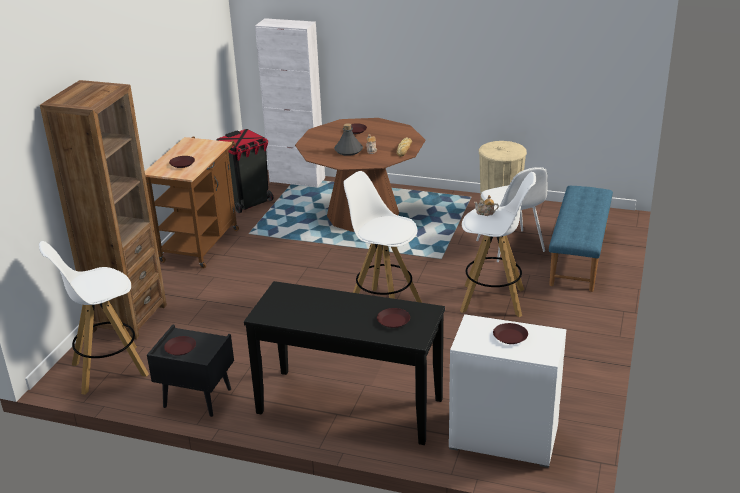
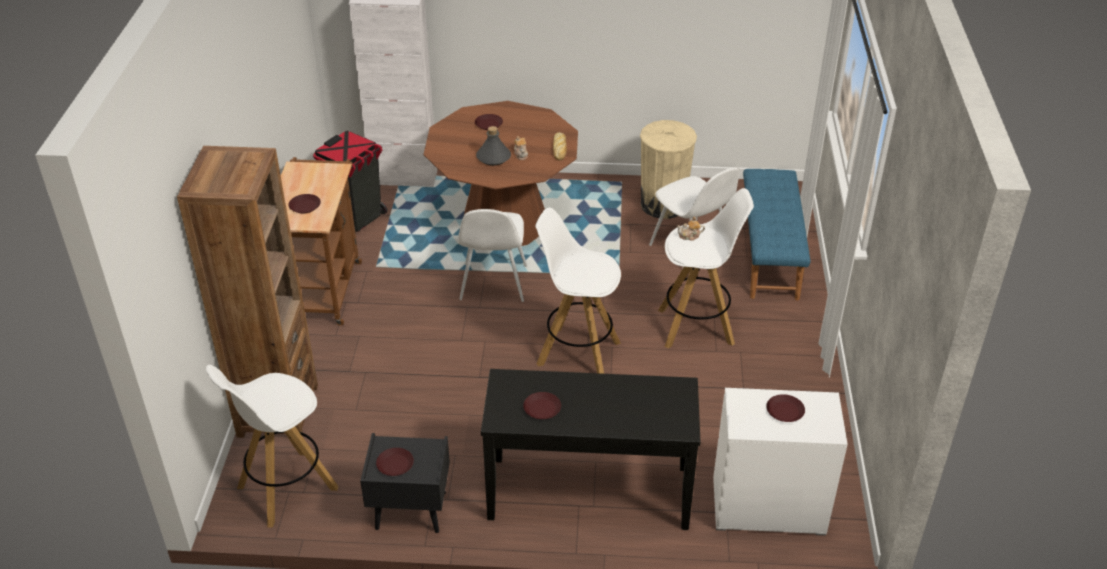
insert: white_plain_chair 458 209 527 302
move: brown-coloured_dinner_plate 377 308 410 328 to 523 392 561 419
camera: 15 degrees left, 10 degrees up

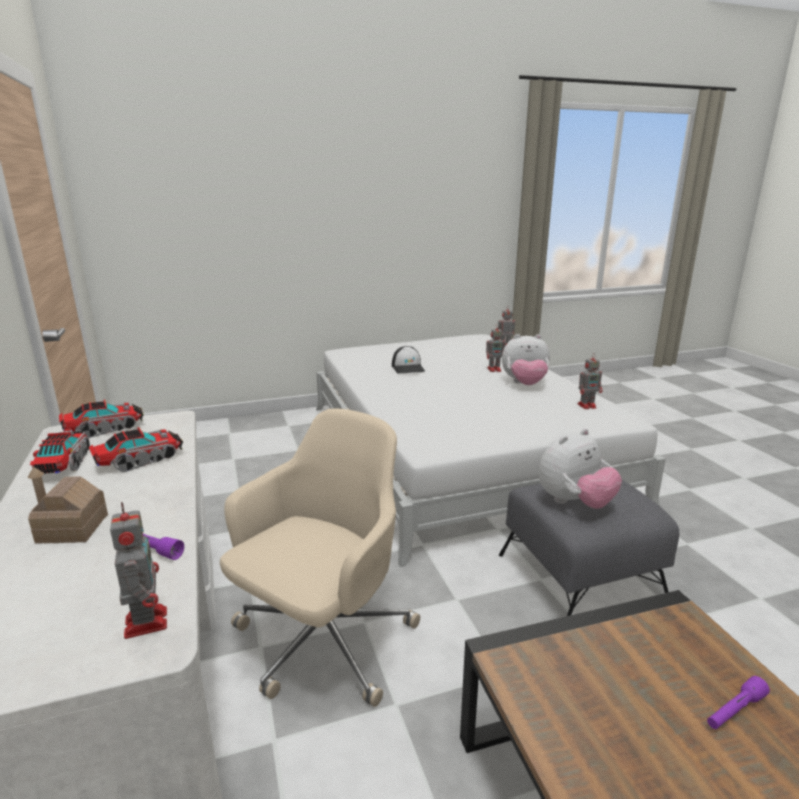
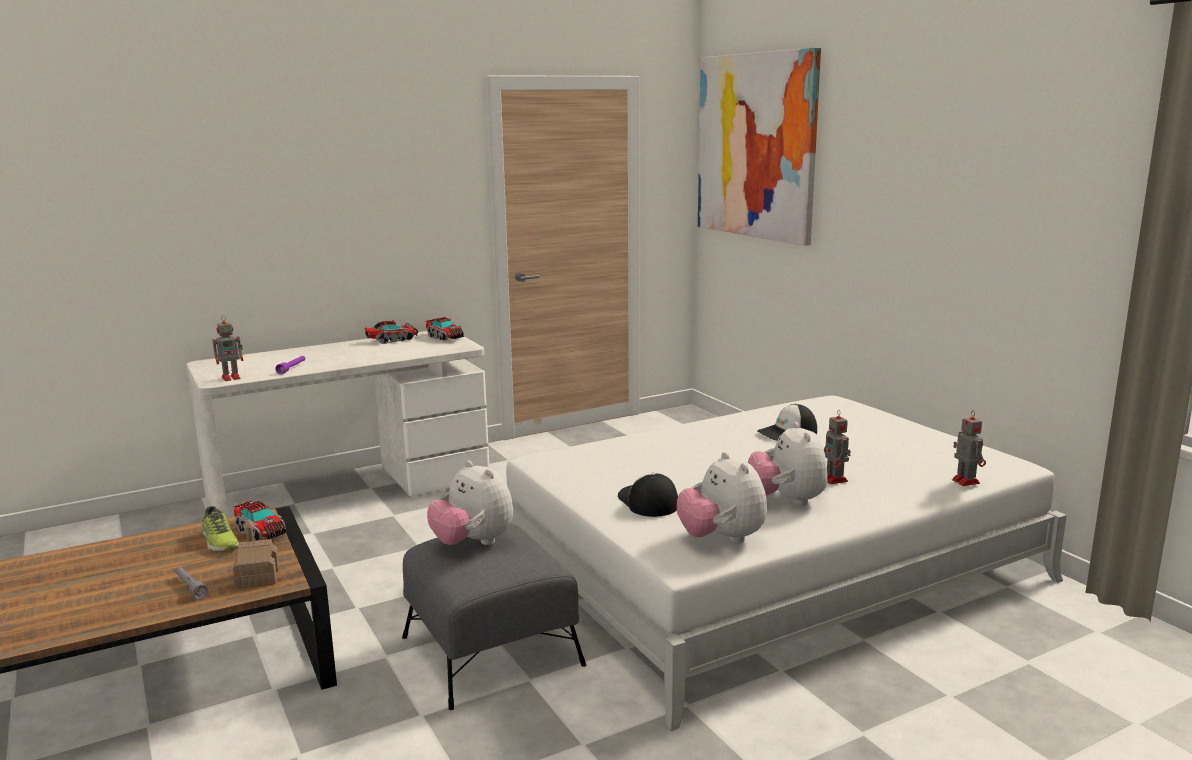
delete: beige-coloured_office_chair 220 409 420 707
insert: shoe 202 506 239 551; cap 618 473 678 517; wall_art 698 48 821 246
move: model_house 28 467 108 544 to 233 520 279 589; toy_truck 89 427 183 472 to 234 500 287 541
replace: toy_robot 577 353 602 409 to soft_toy 677 452 767 543
recolor: purple_hand_torch 707 676 770 729 to greyish_hand_torch 175 567 208 599
camera: 80 degrees right, 5 degrees down

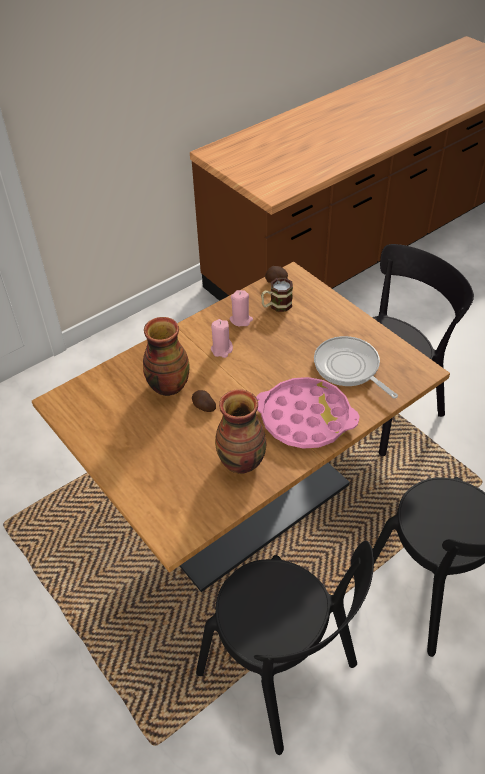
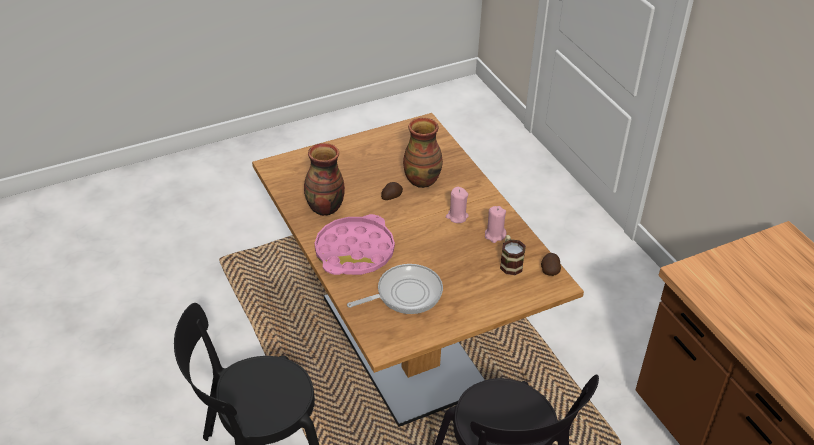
delete: black_plain_chair 196 541 374 755
camera: 100 degrees right, 5 degrees down

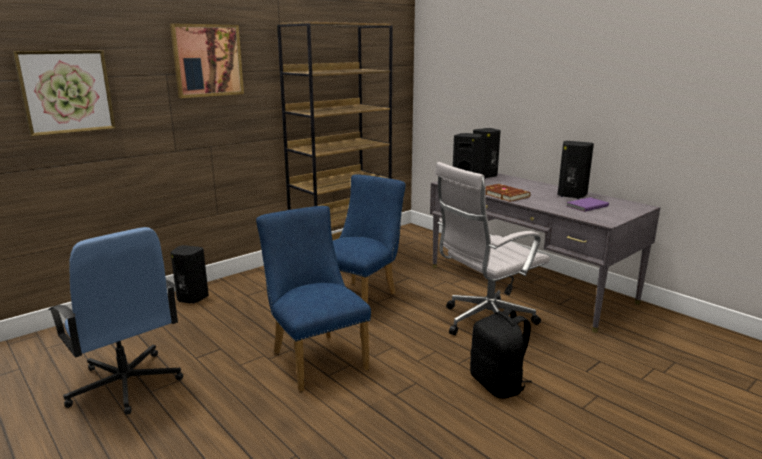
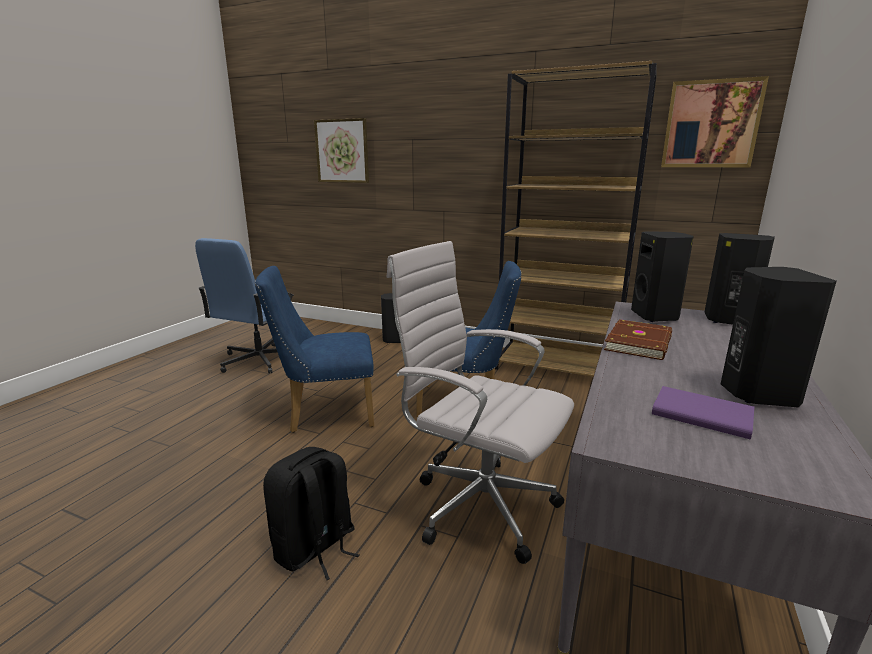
move: wall_art 170 23 244 98 to 661 76 769 167
rotate: blue-coloured_plain_chair 256 206 371 392 = 255 266 374 433 135 degrees counterclockwise
camera: 65 degrees right, 0 degrees up

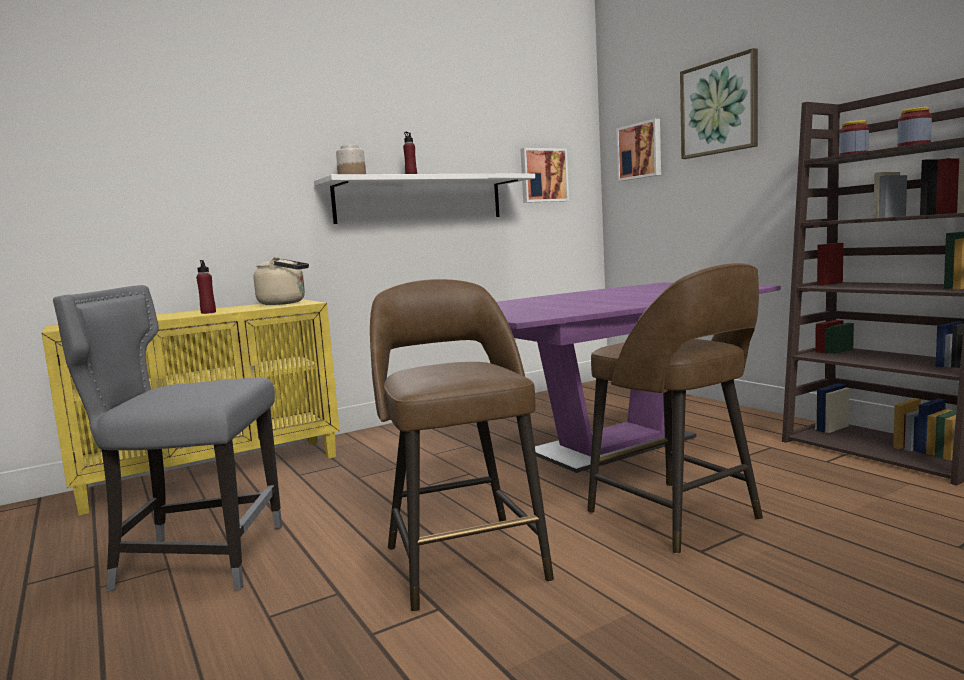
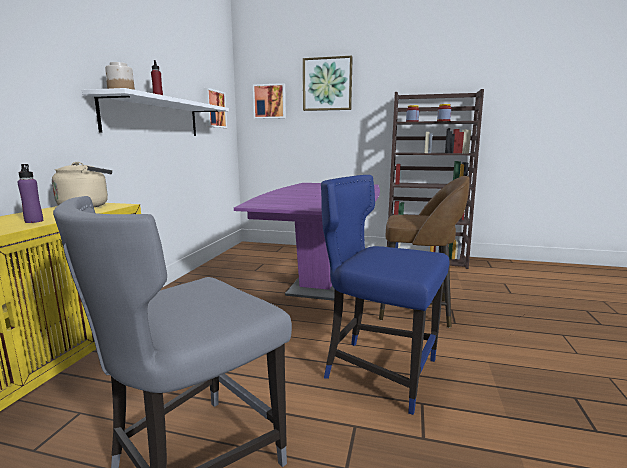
replace: brown-coloured_sitting_stool 370 279 554 612 to blue-coloured_plain_chair 321 175 449 415
recolor: reddish_beverage_bottle 196 260 216 314 to purple_beverage_bottle 18 164 43 223
camera: 45 degrees left, 5 degrees up

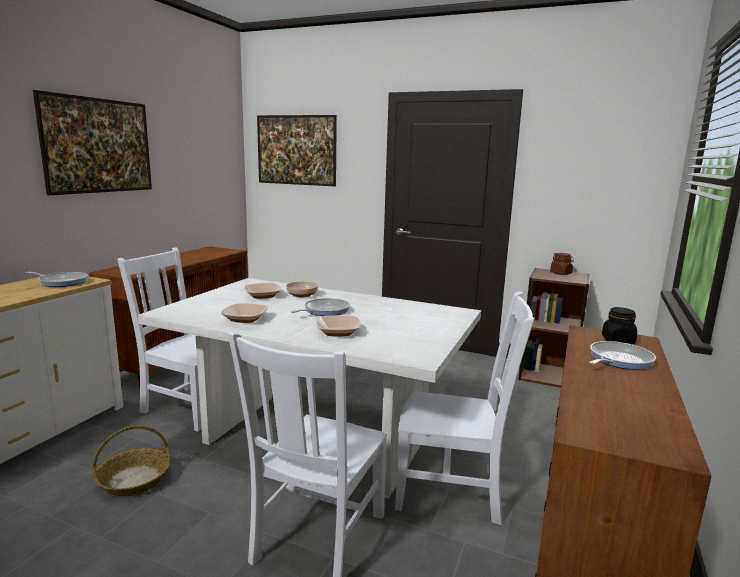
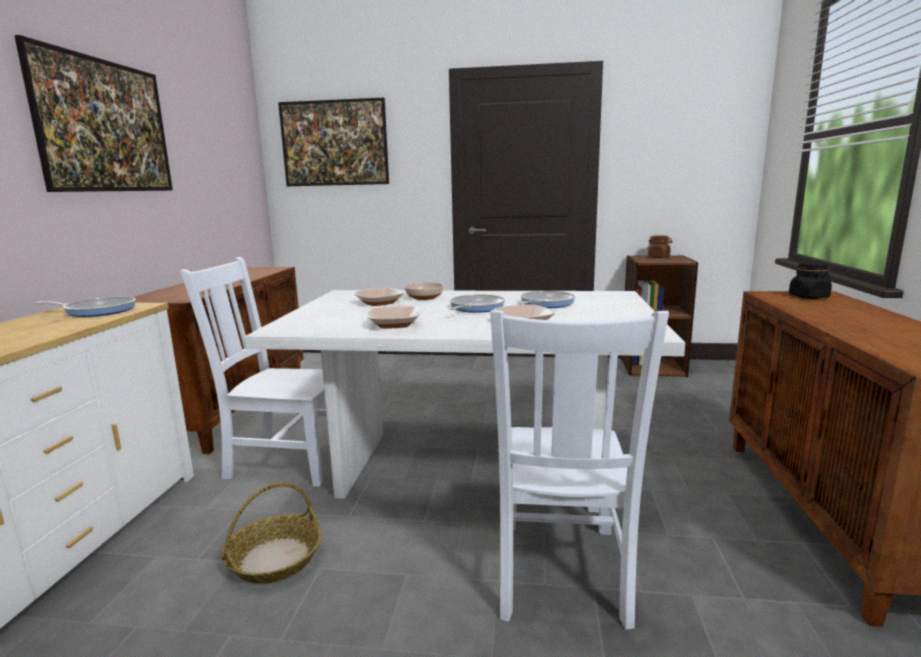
delete: white_plain_chair 395 291 535 525
move: pan 589 341 656 370 to 518 291 575 308
camera: 15 degrees left, 0 degrees up

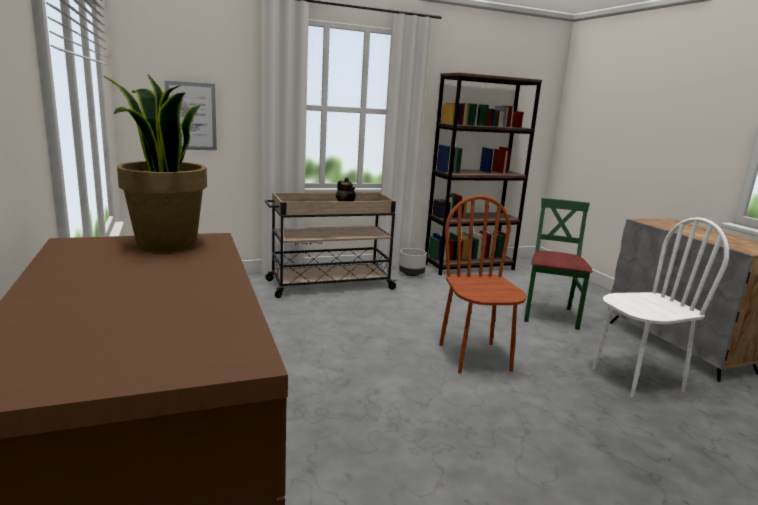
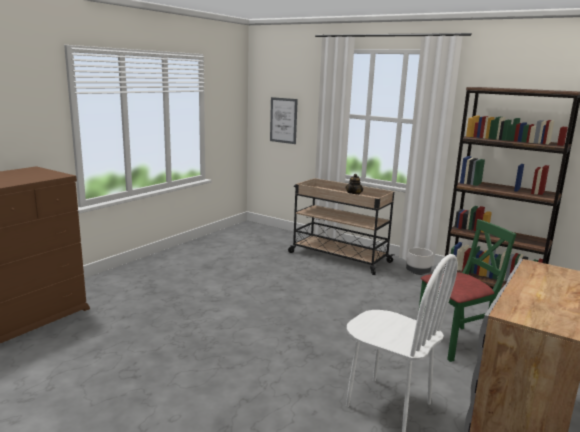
delete: plant_in_a_pot 104 75 207 252; brown-coloured_plain_chair 439 195 526 373
camera: 55 degrees right, 0 degrees up

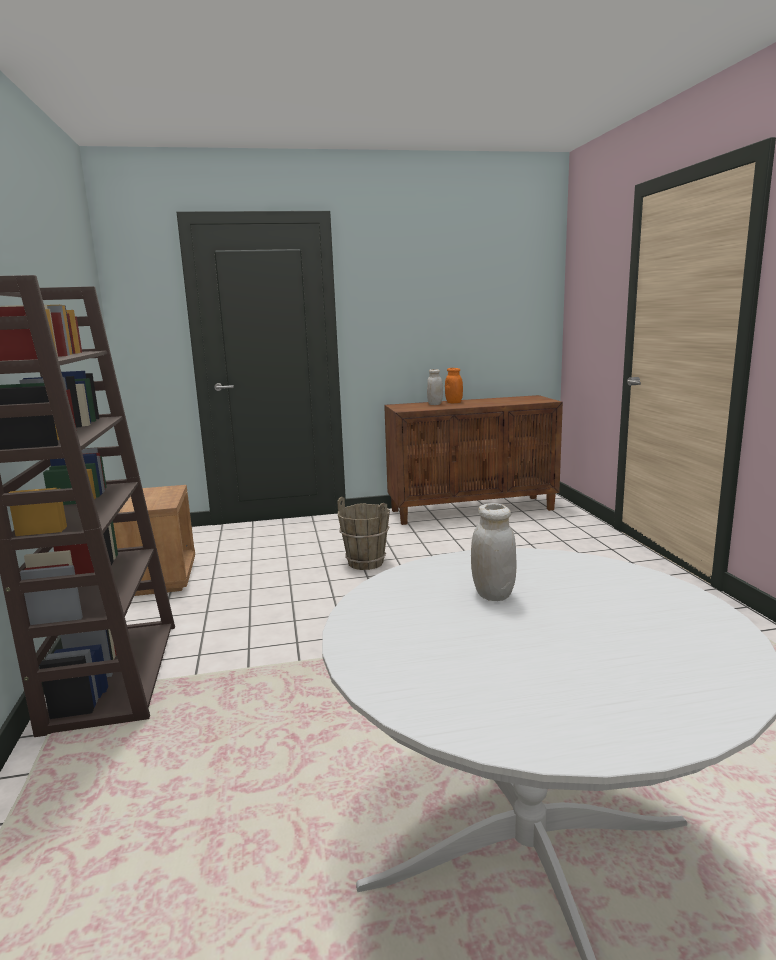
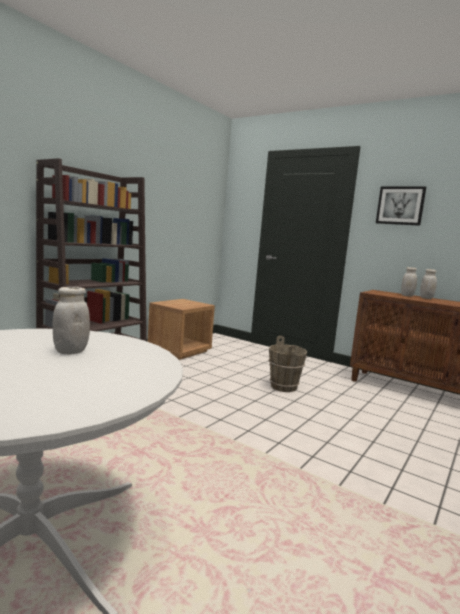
insert: wall_art 376 187 426 226
recolor: orange-coloured_jar 445 368 463 403 to white_jar 420 269 437 299
camera: 45 degrees right, 5 degrees down

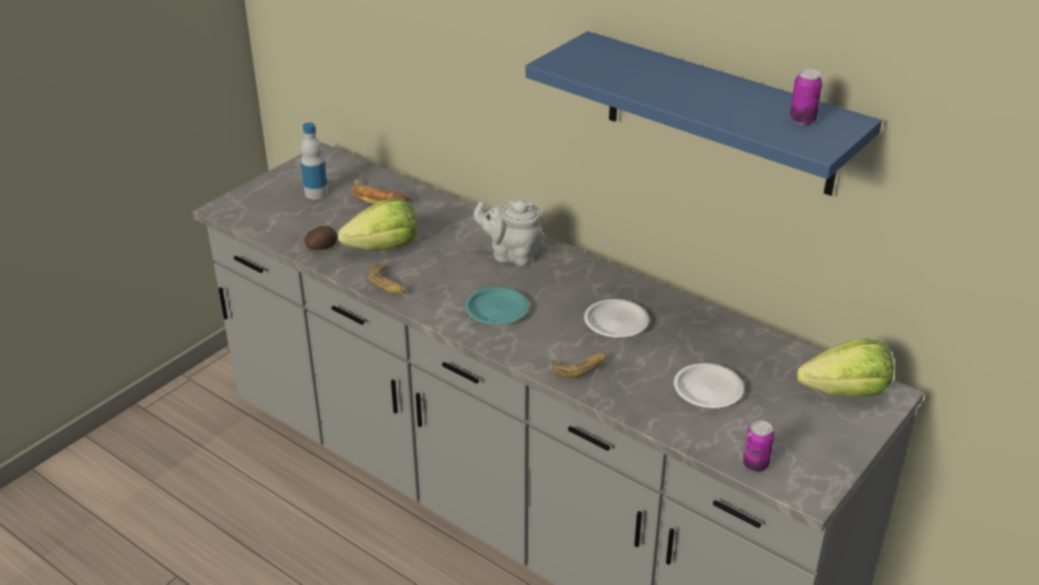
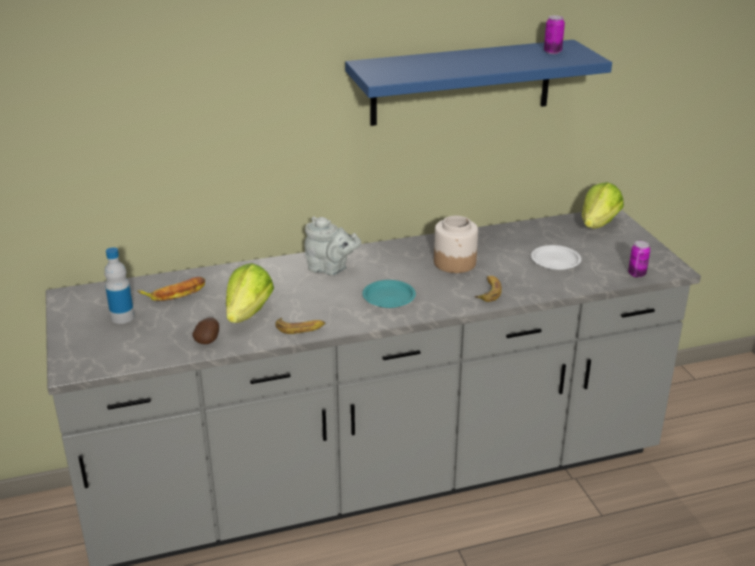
replace: white_dinner_plate 584 299 649 337 to jar 434 216 478 273
rotate: greyish_tea_pot 473 200 543 266 = 304 217 361 275 120 degrees counterclockwise
camera: 55 degrees left, 5 degrees down

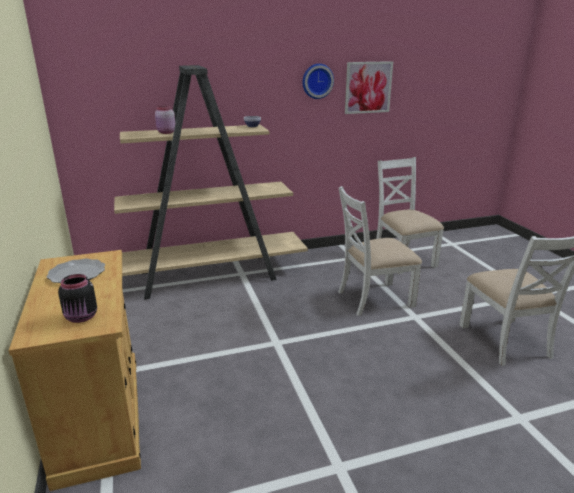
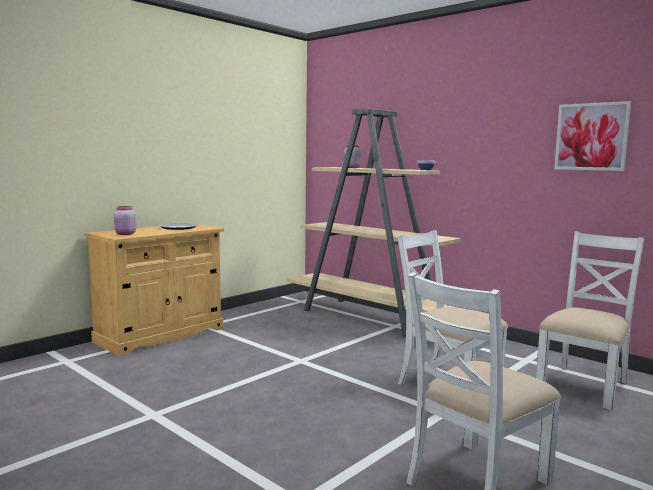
delete: wall_clock 302 64 334 99
recolor: black_jar 58 274 97 323 to pinkish_jar 114 206 136 235
camera: 60 degrees right, 15 degrees down

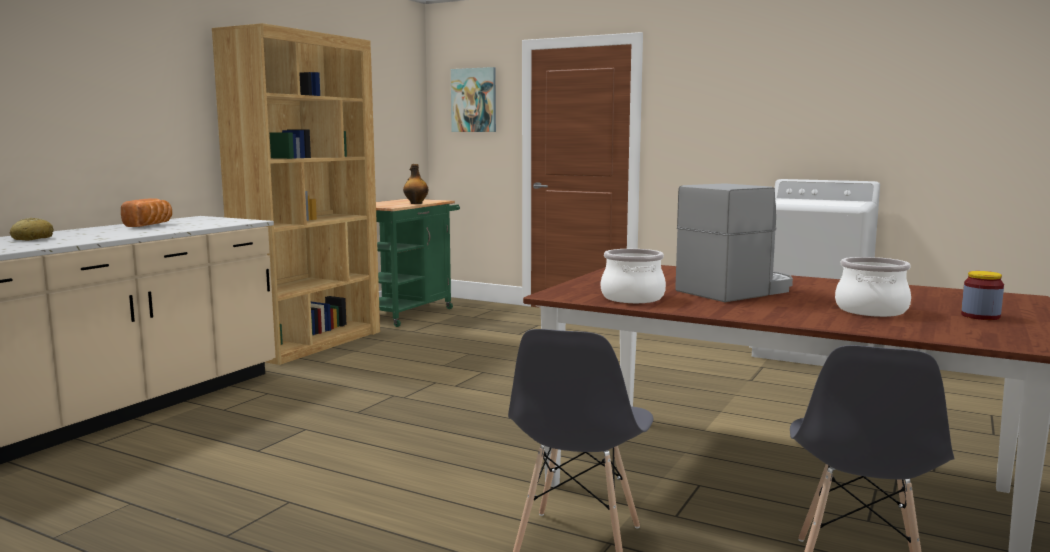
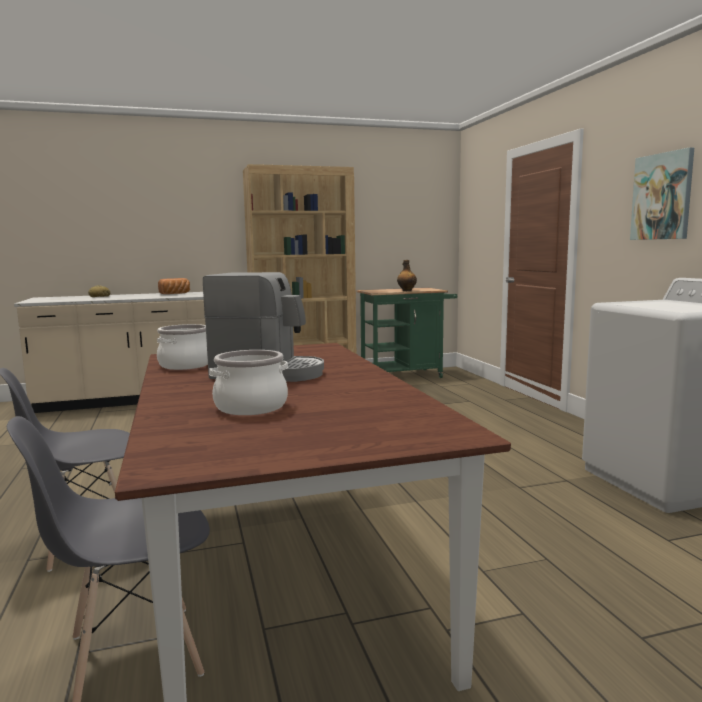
delete: jar 961 271 1004 320
move: wall_art 451 67 496 132 to 630 147 694 240
camera: 45 degrees right, 0 degrees up

